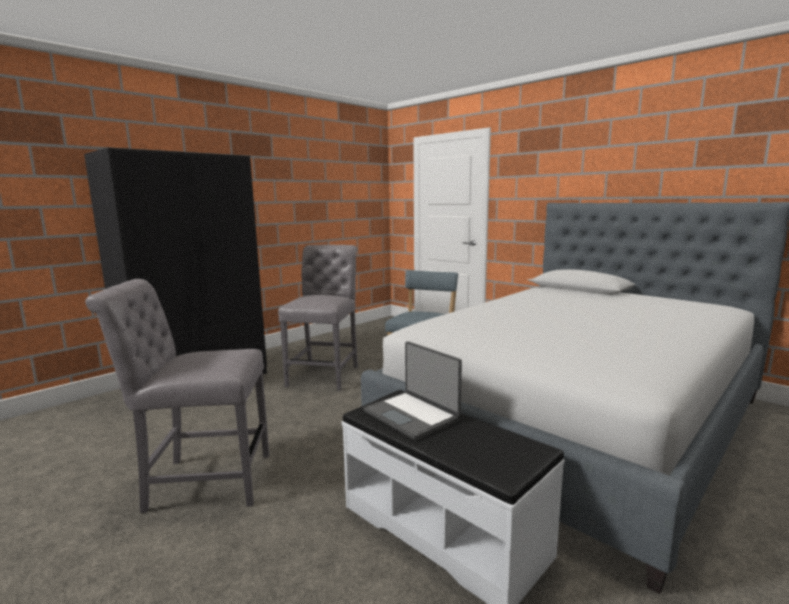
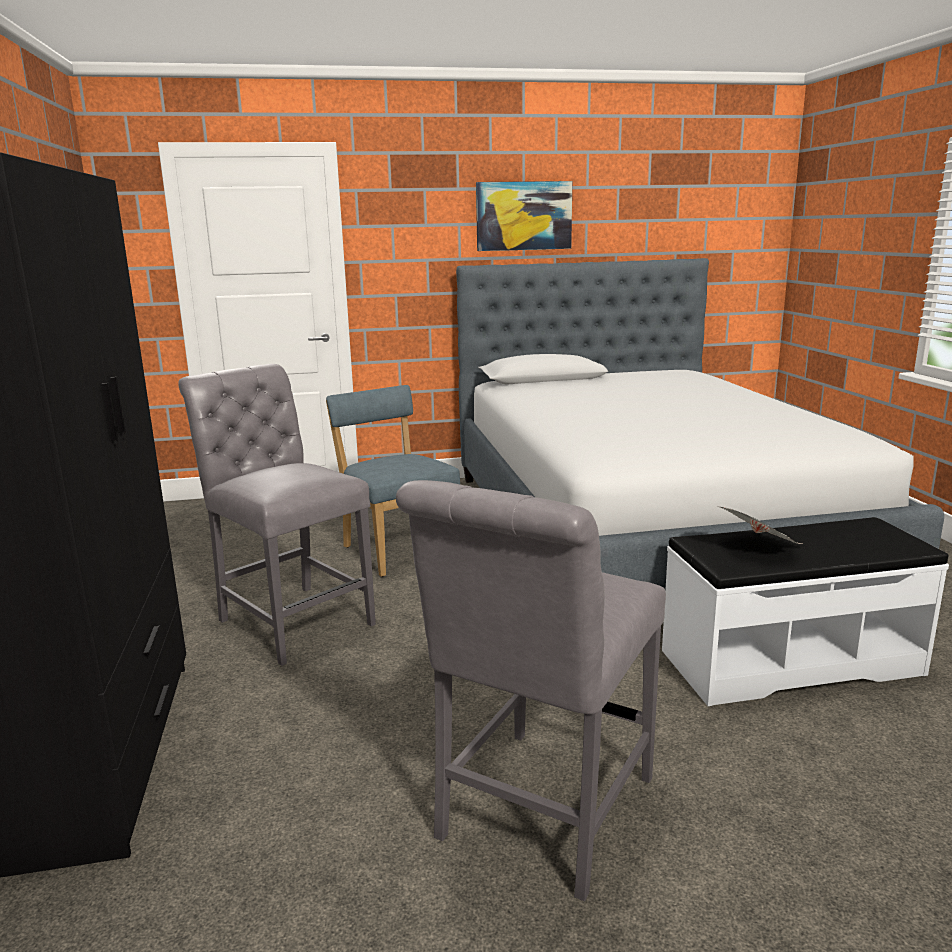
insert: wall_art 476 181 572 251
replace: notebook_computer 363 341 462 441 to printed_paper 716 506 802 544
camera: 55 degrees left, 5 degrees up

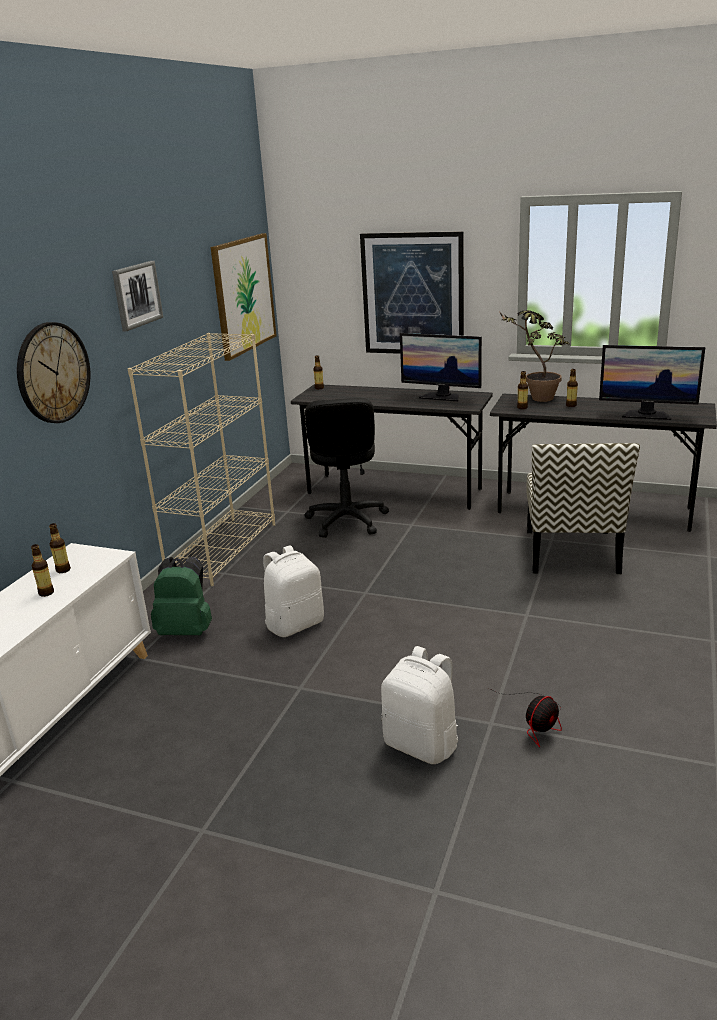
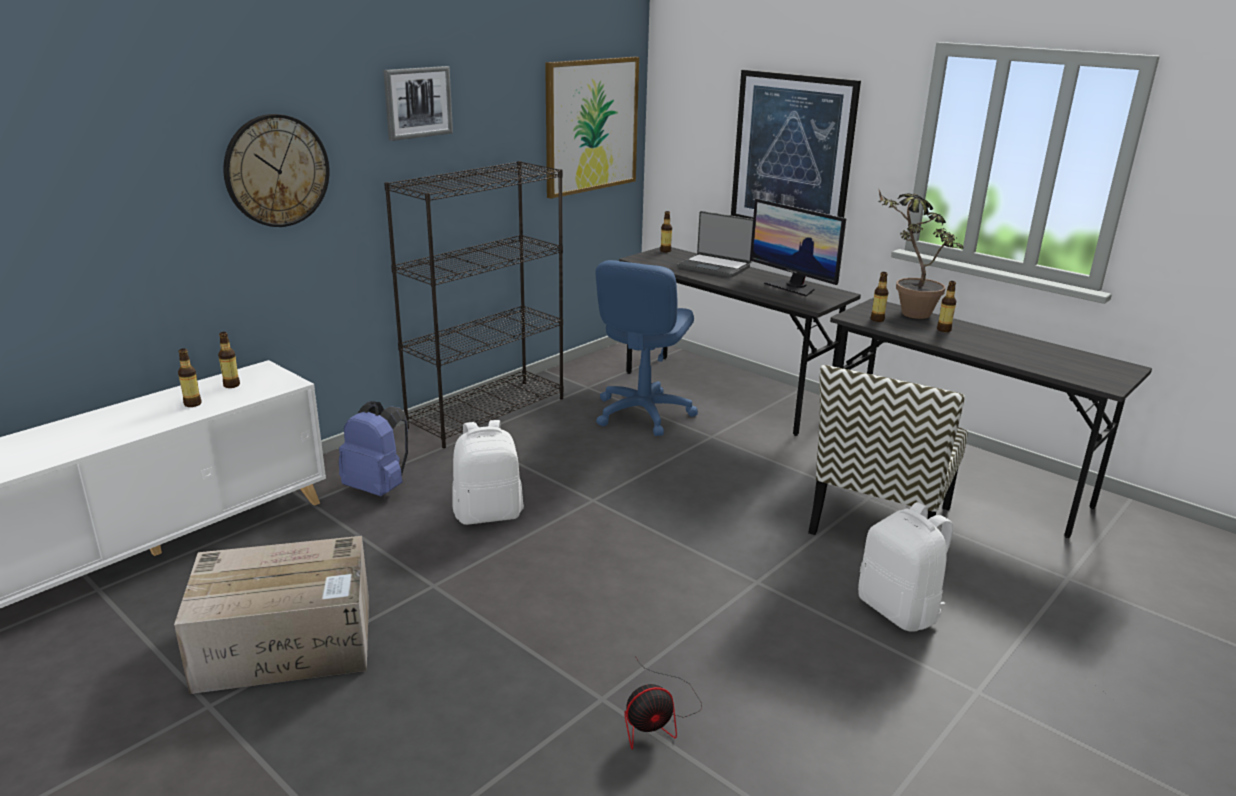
delete: computer_display 599 345 705 420
insert: packing_box 174 536 369 694; notebook_computer 677 211 753 278
move: white_rucksack 381 646 458 764 to 858 502 953 632
recolor: green_rucksack 151 557 212 635 to blue-coloured_rucksack 339 401 408 496; beige-coloured_shelving_unit 128 333 275 586 to black_shelving_unit 384 161 564 448; black_office_chair 304 398 389 538 to blue-coloured_office_chair 595 260 698 436
camera: 20 degrees right, 0 degrees up

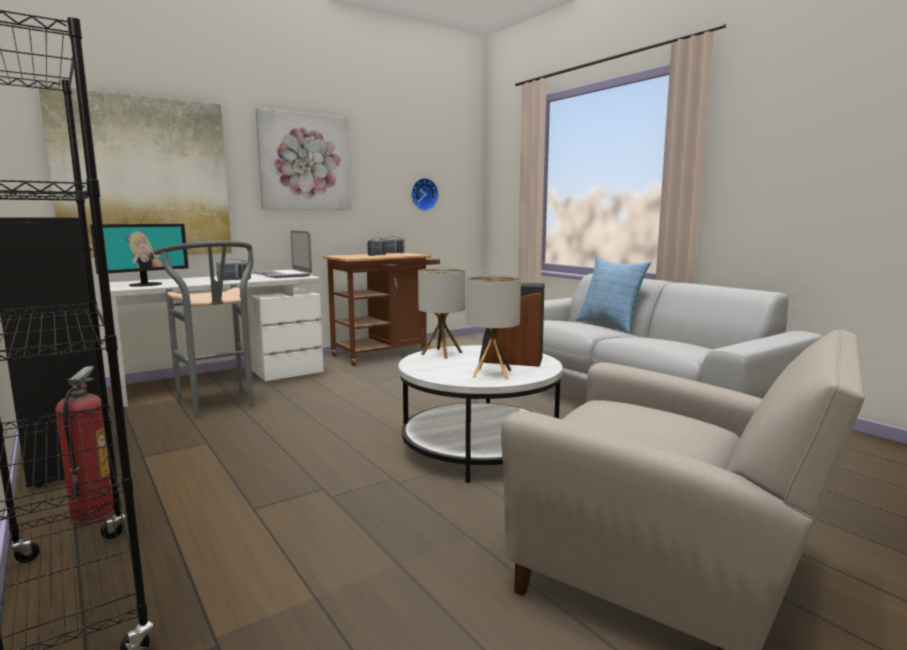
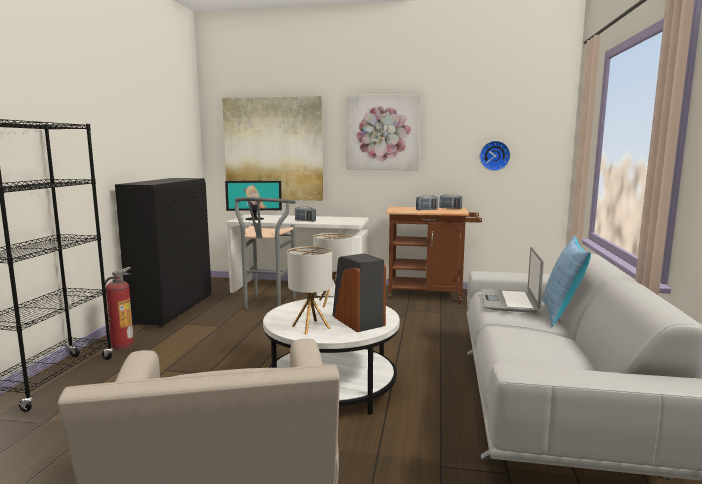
move: notebook_computer 254 231 312 278 to 481 247 544 313
camera: 45 degrees right, 0 degrees up

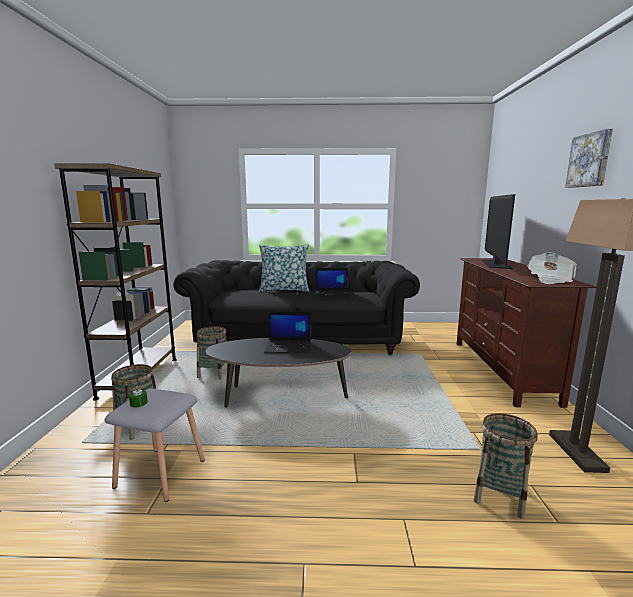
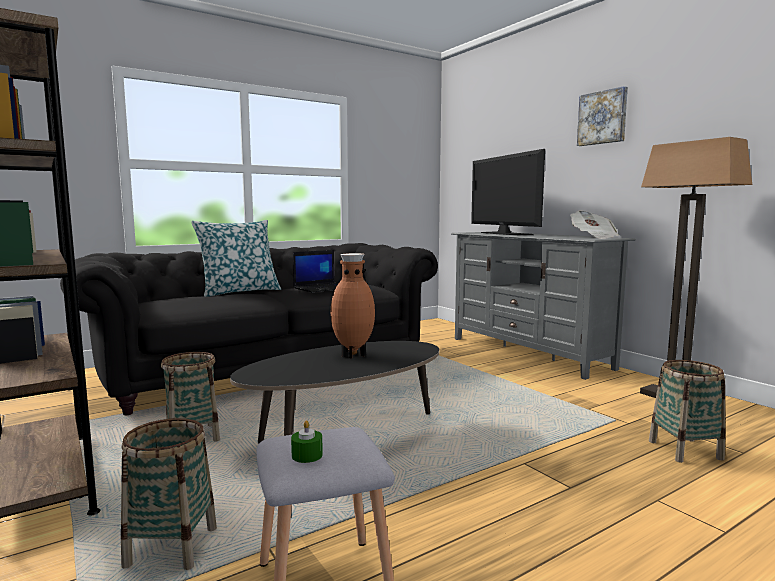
replace: notebook_computer 264 311 311 353 to brown-coloured_flower_vase 331 253 375 358
recolor: brown-coloured_media_console 457 258 596 408 to greyish_media_console 451 232 636 380
camera: 35 degrees left, 5 degrees down

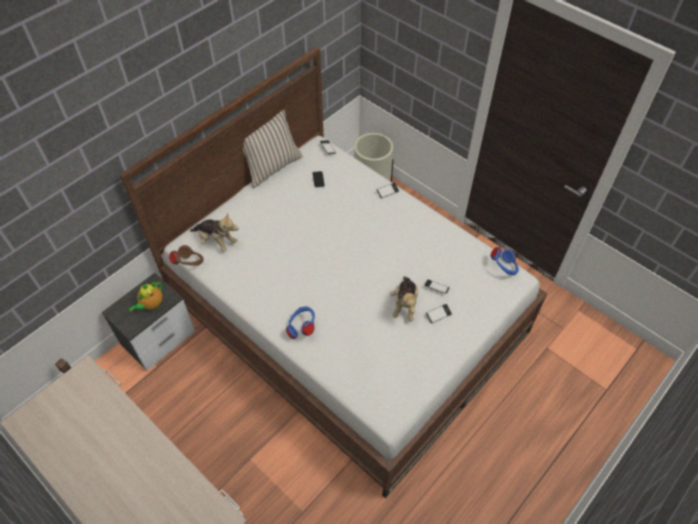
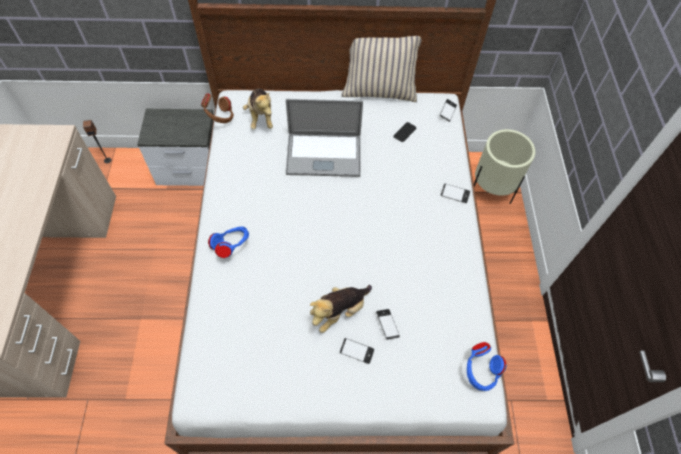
delete: tea_pot 129 281 163 312
insert: notebook_computer 286 99 363 177
camera: 45 degrees right, 5 degrees up

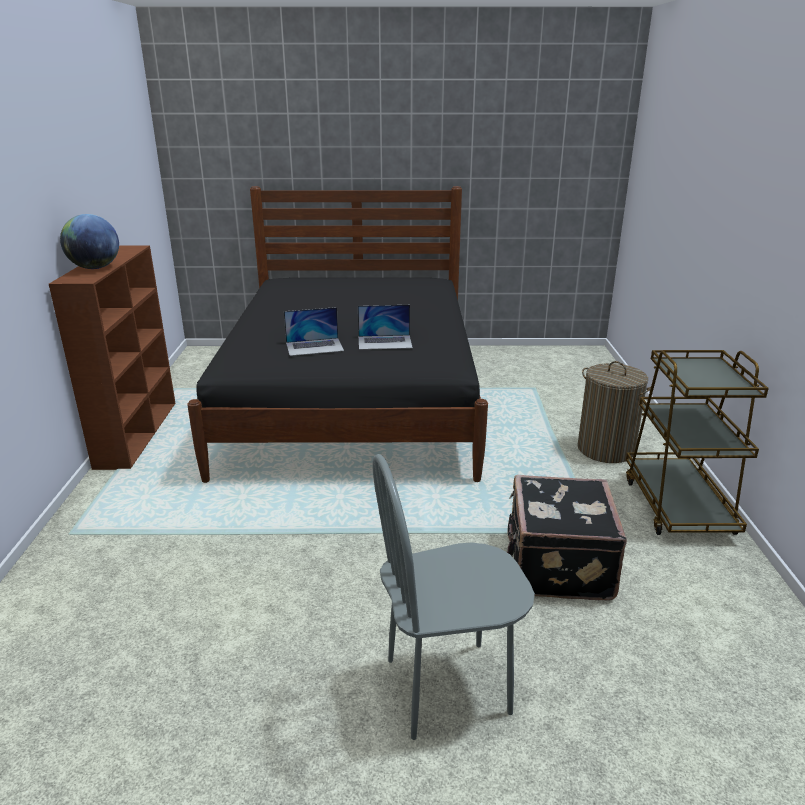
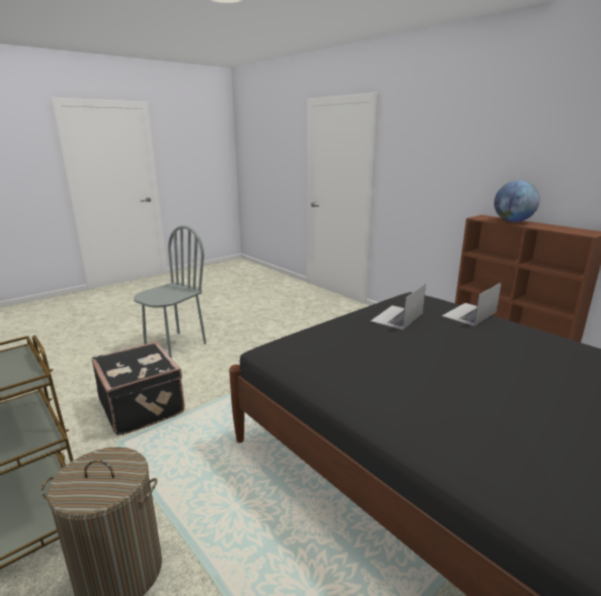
move: notebook_computer 358 305 413 350 to 442 282 502 326
camera: 140 degrees right, 5 degrees down

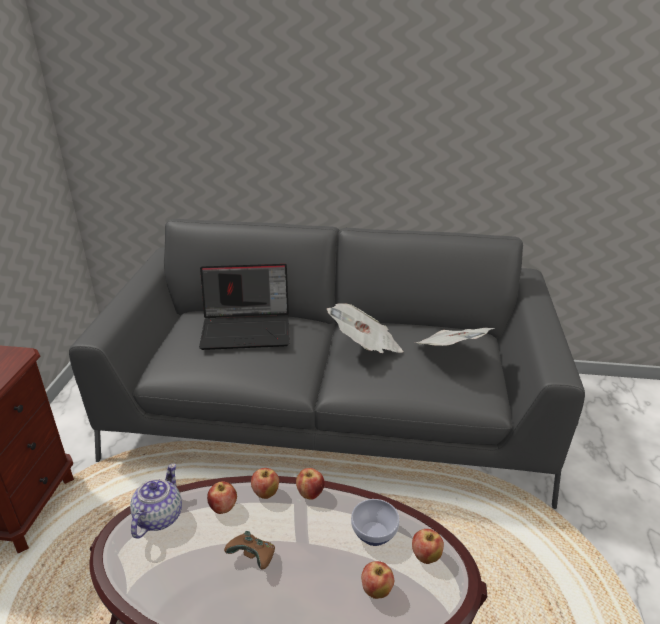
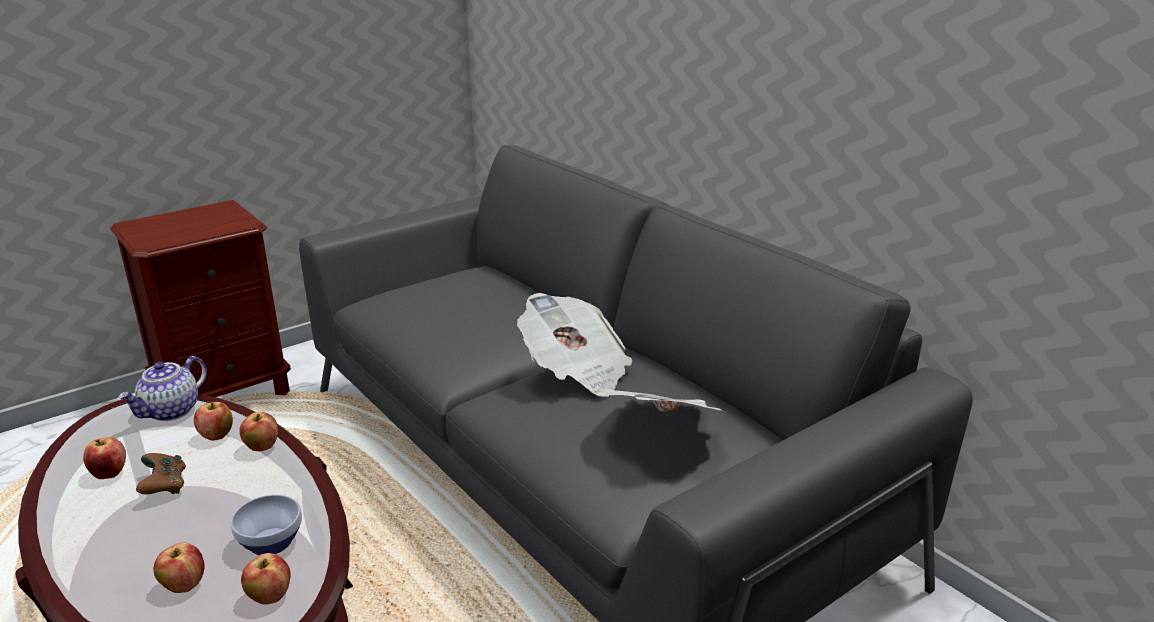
delete: notebook_computer 199 264 290 350
move: whole_apple 296 468 325 500 to 83 437 126 479
rotate: tea_pot 130 463 182 539 = 118 356 207 421 150 degrees clockwise
camera: 45 degrees right, 5 degrees down

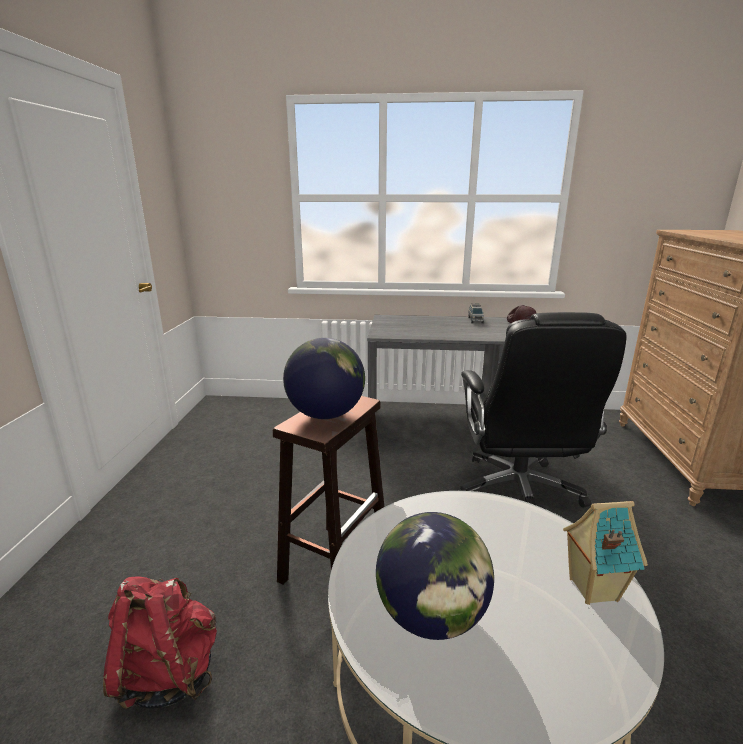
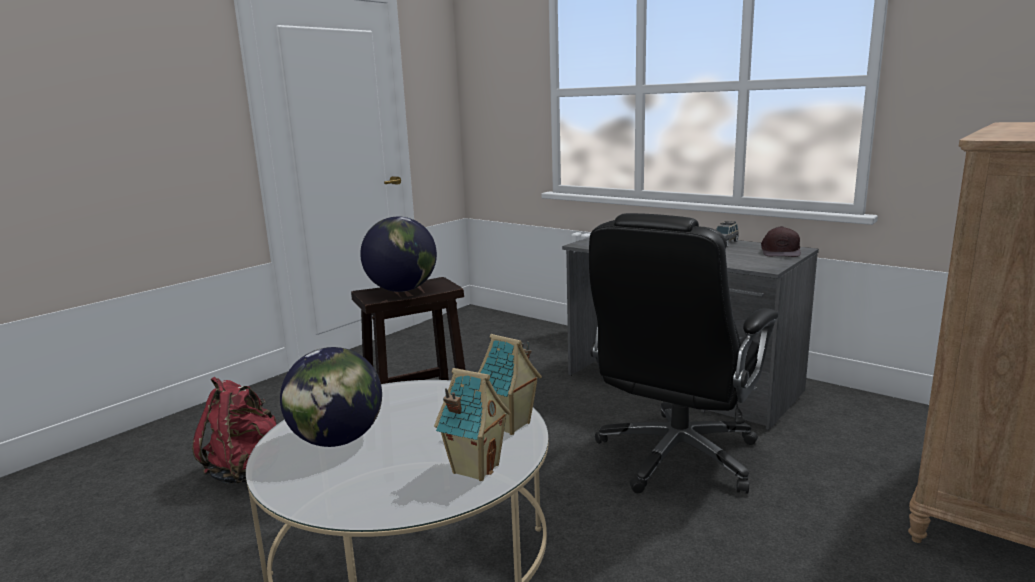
insert: model_house 478 334 542 435
camera: 35 degrees right, 5 degrees down

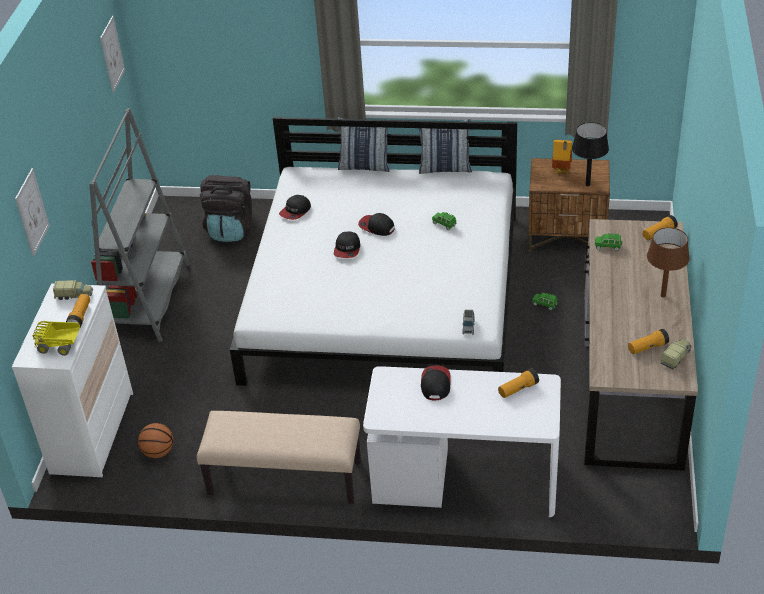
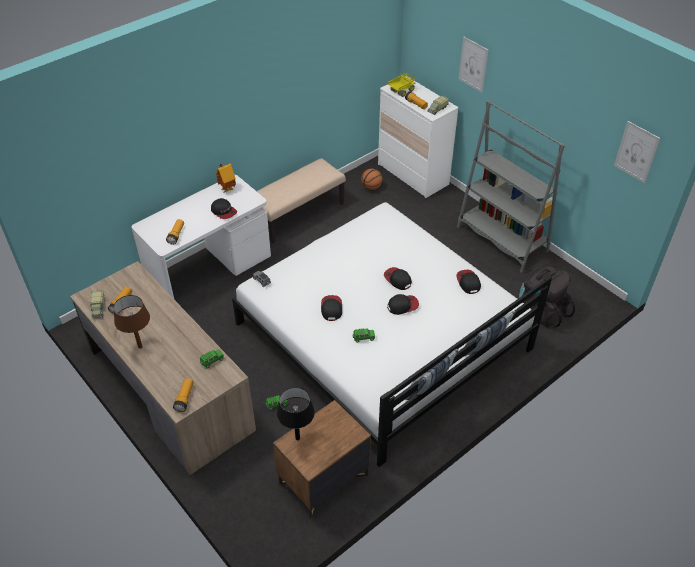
insert: cap 321 295 342 321
move: model_house 552 139 572 174 to 216 164 236 193
camera: 130 degrees right, 5 degrees up

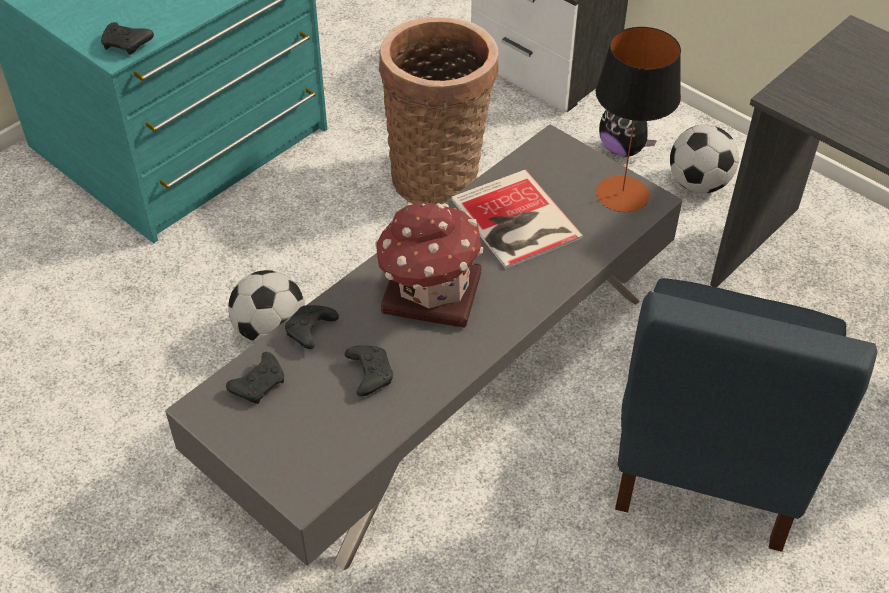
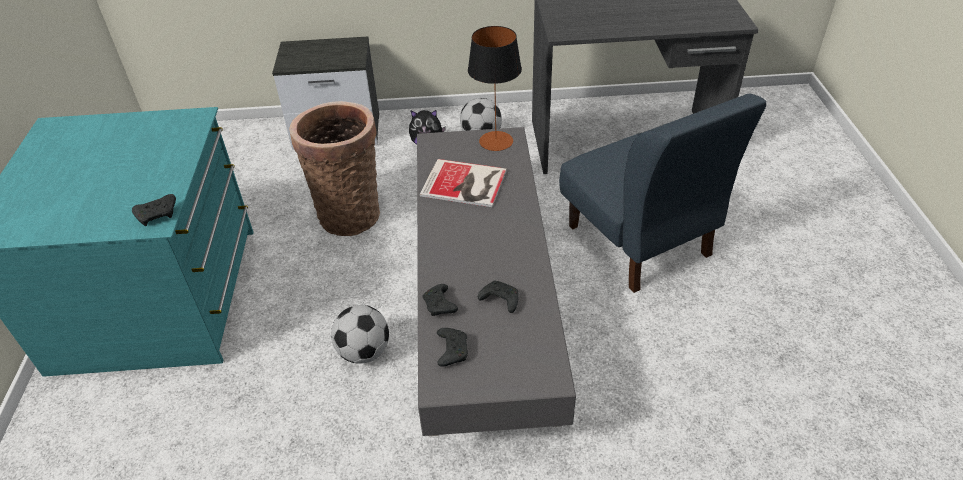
delete: model_house 375 202 483 328
camera: 45 degrees left, 5 degrees down

